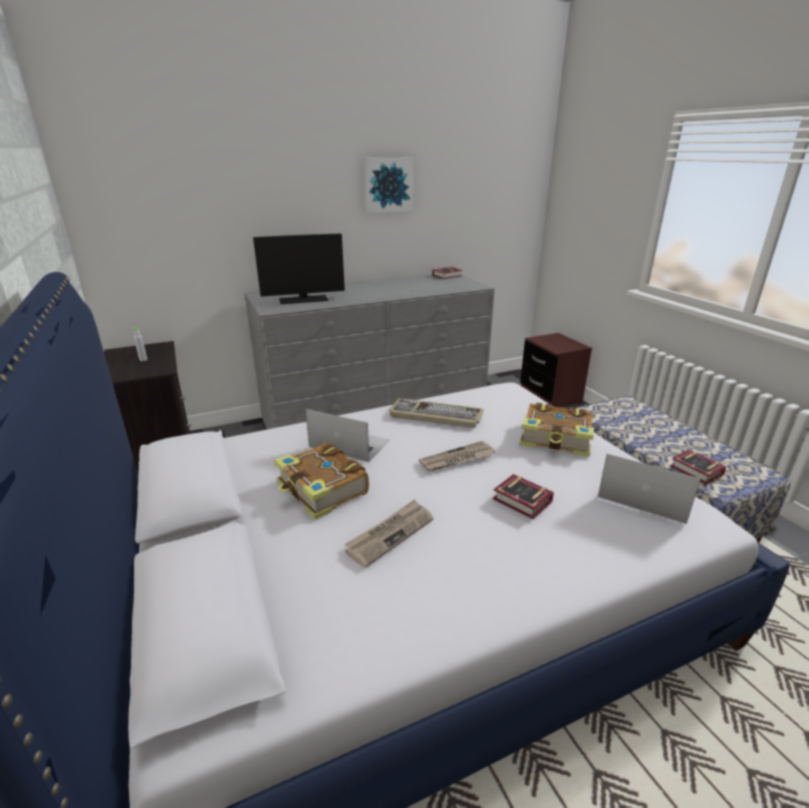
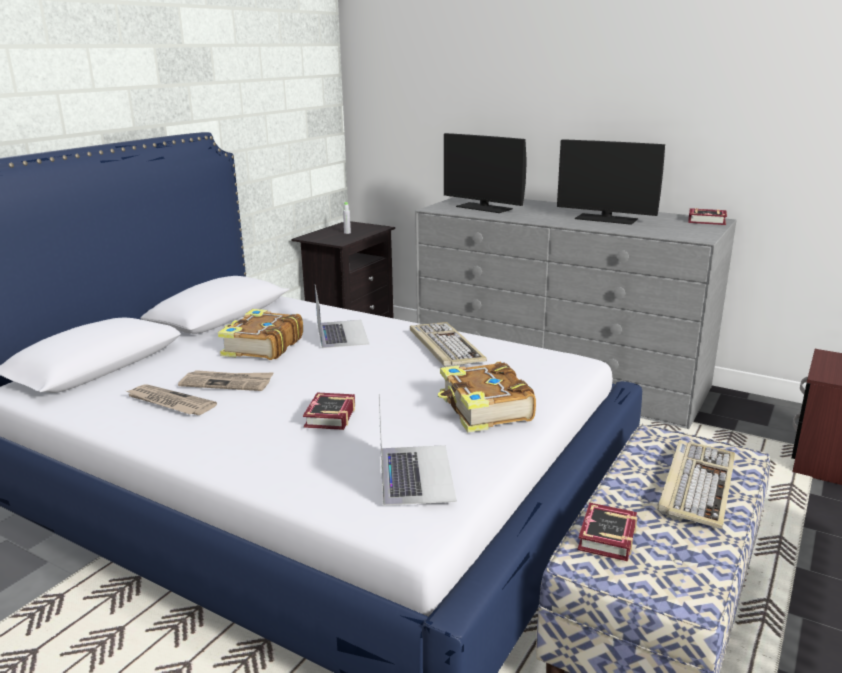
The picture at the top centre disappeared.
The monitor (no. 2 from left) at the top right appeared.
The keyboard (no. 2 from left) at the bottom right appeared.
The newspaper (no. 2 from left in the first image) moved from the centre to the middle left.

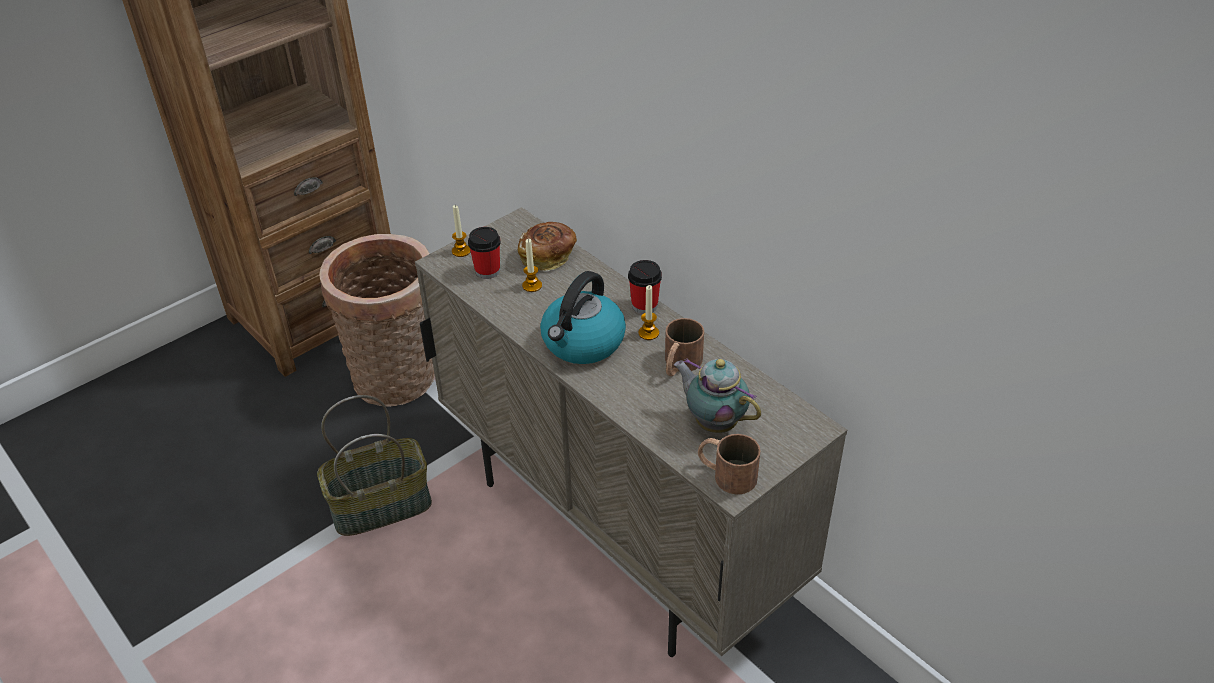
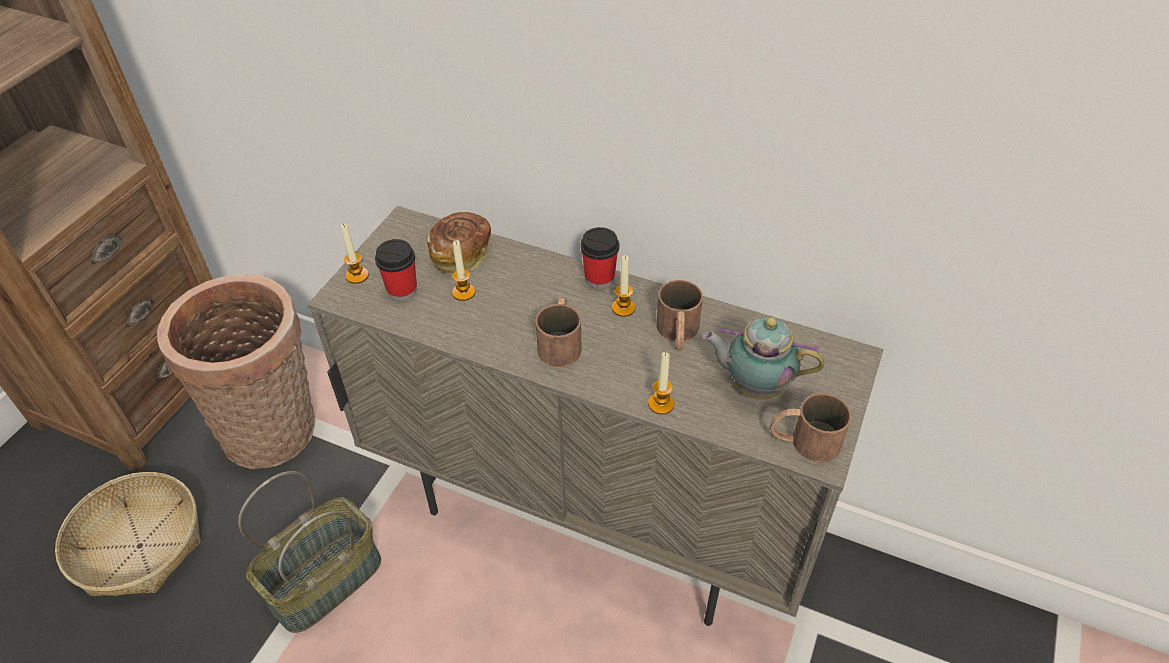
The basket (no. 1 from left) at the bottom left appeared.
The candle (no. 4 from left) at the centre appeared.
The kettle at the centre was replaced by the brown mug (no. 1 from left) at the centre.

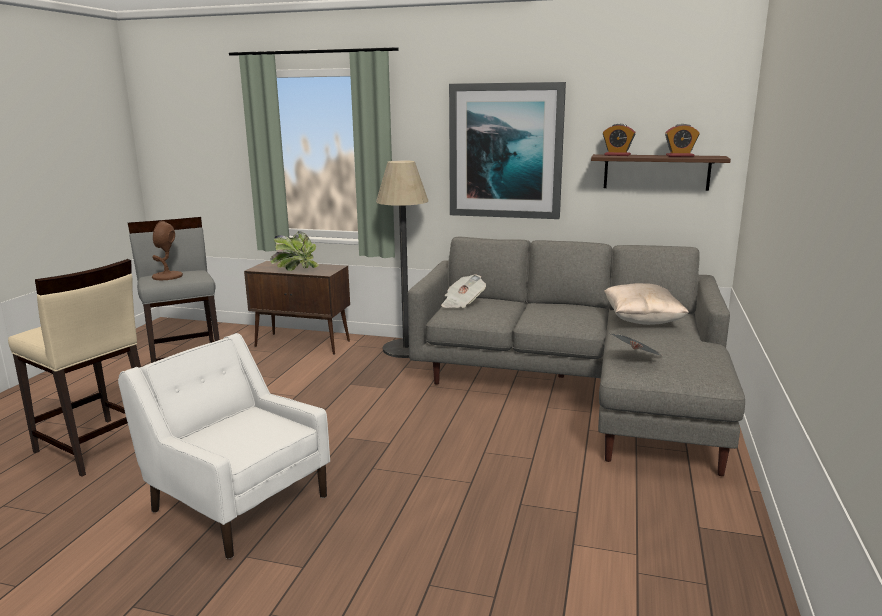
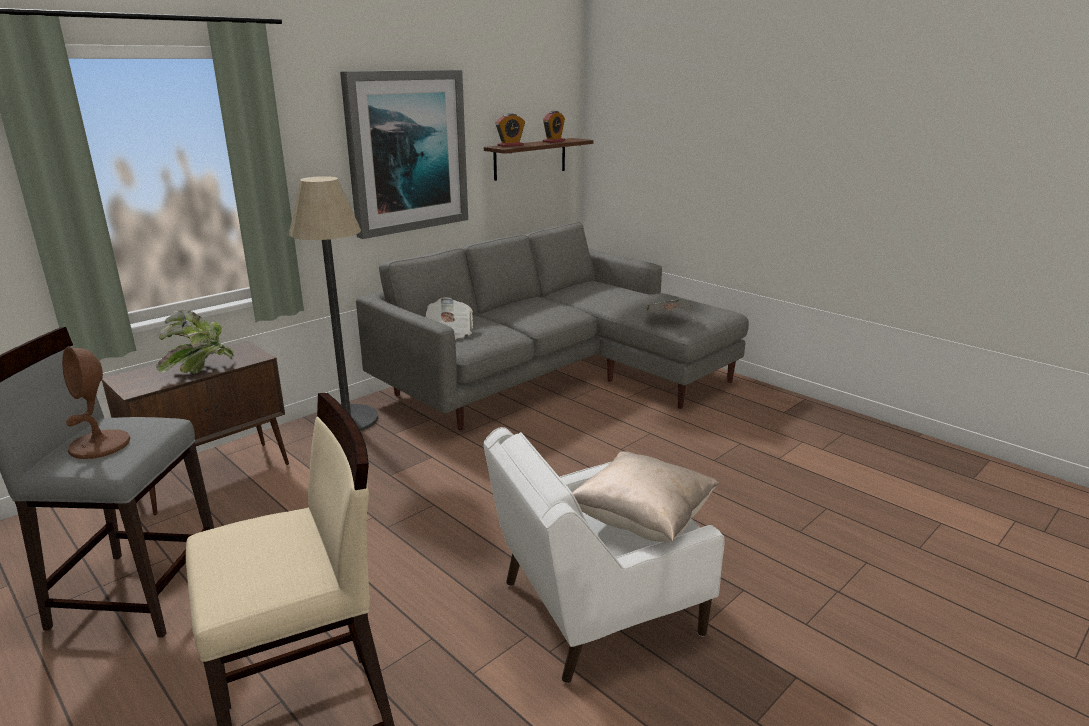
The beige pillow moved from the middle right to the bottom centre.

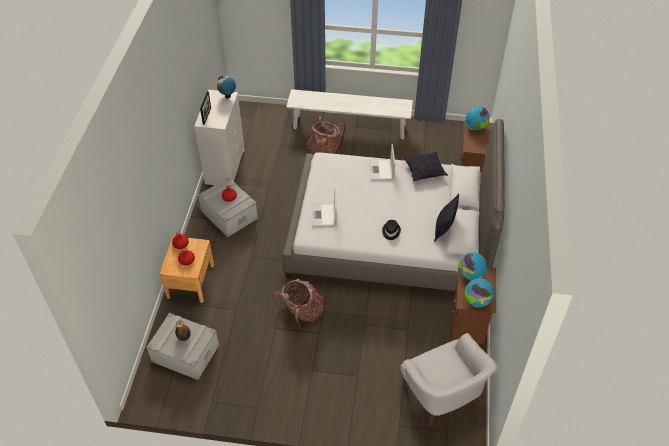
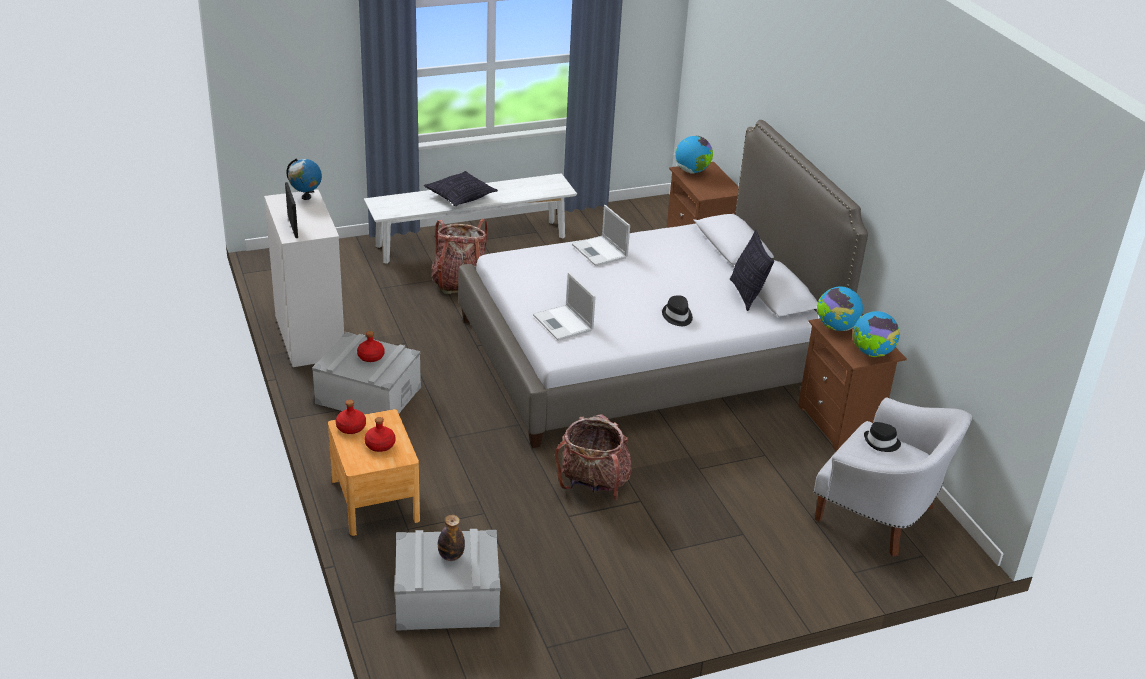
The black hat (no. 2 from left) at the middle right appeared.
The pillow (no. 1 from left) moved from the centre to the top centre.

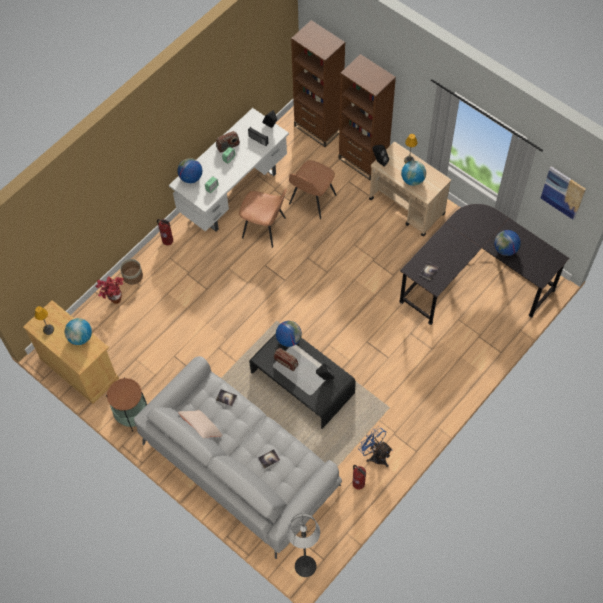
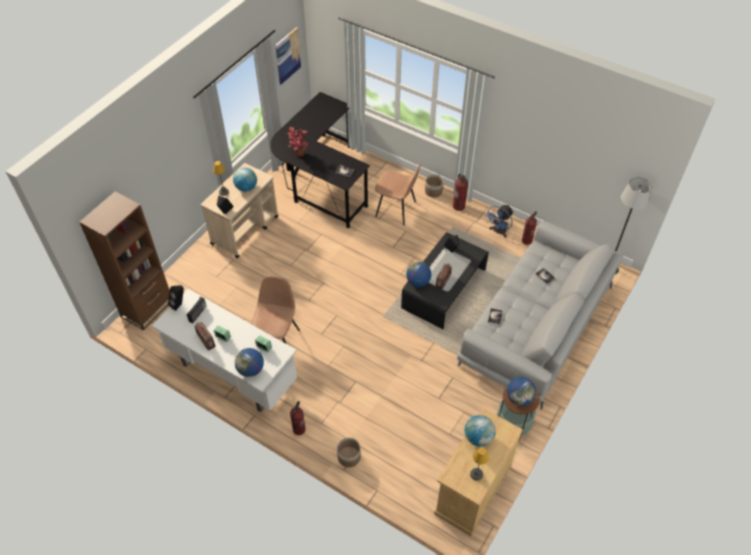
The beige pillow at the bottom left disappeared.
The brown bookcase (no. 2 from left) at the top centre disappeared.
The planter (no. 2 from left) at the centre appeared.
The fire extinguisher (no. 2 from left) at the centre appeared.
The potted plant moved from the middle left to the top centre.
The brown chair (no. 2 from left) moved from the top centre to the centre.
The globe (no. 5 from left) moved from the middle right to the bottom right.

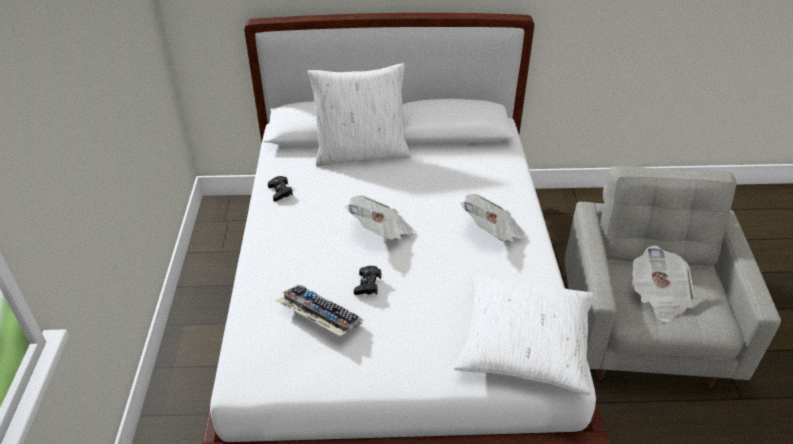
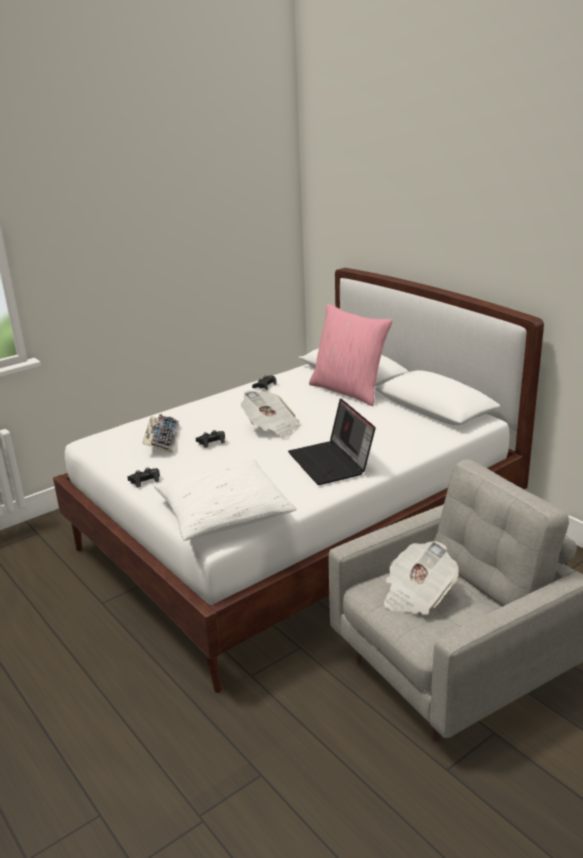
The black game controller (no. 1 from left) at the middle left appeared.
The newspaper (no. 2 from left) at the centre was replaced by the laptop at the centre.
The white pillow (no. 1 from left) at the top centre became the pink pillow at the centre.

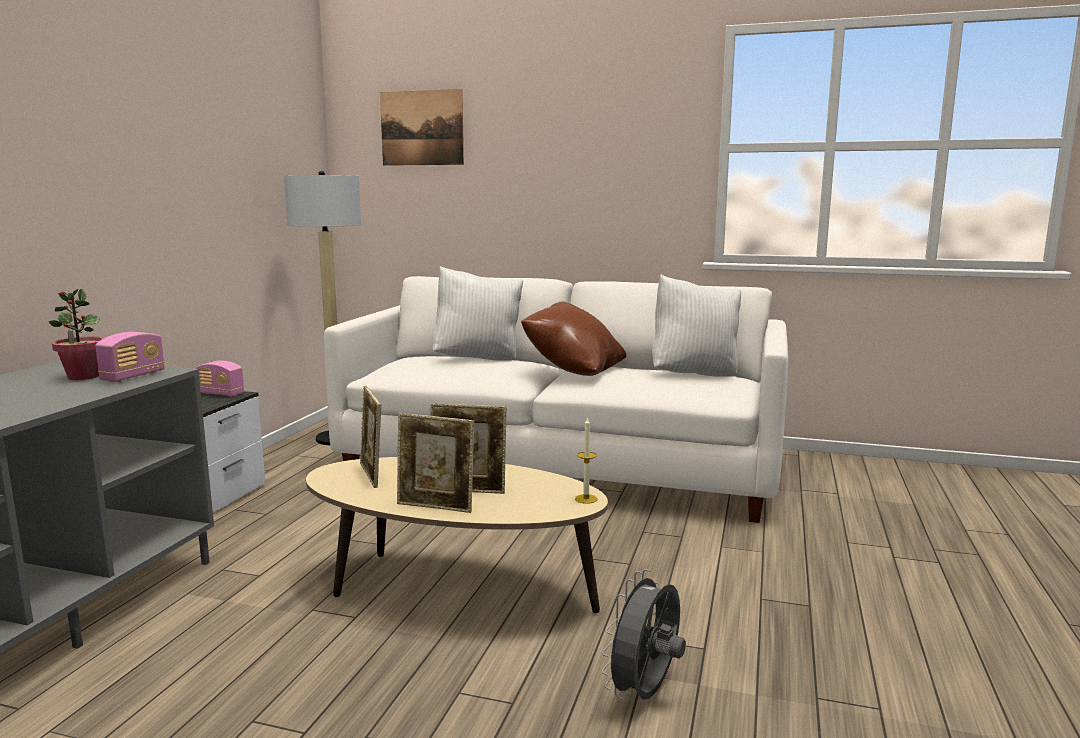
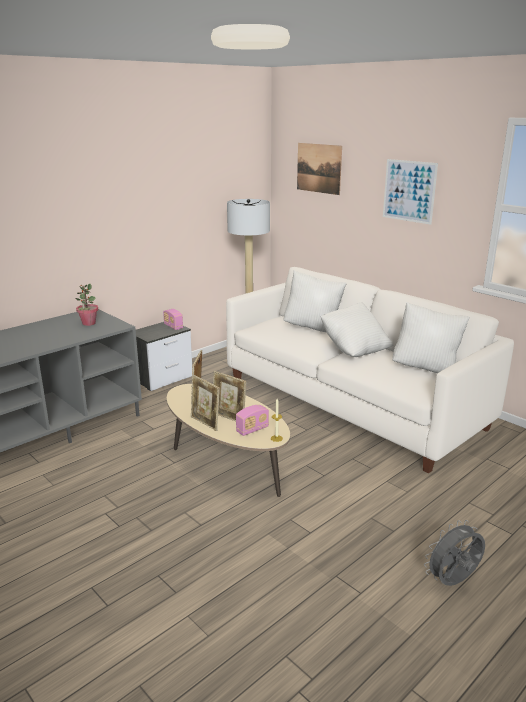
The picture (no. 2 from left) at the top right appeared.
The radio (no. 1 from left in the first image) moved from the middle left to the centre.
The grey fan moved from the bottom centre to the bottom right.
The brown pillow at the centre became the white pillow (no. 2 from left) at the middle right.

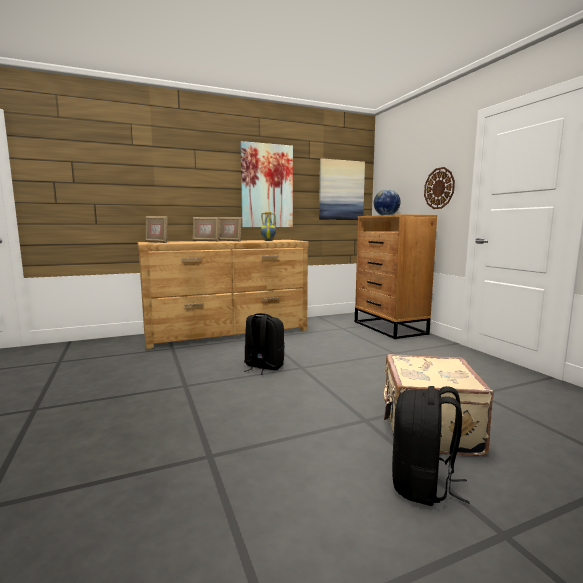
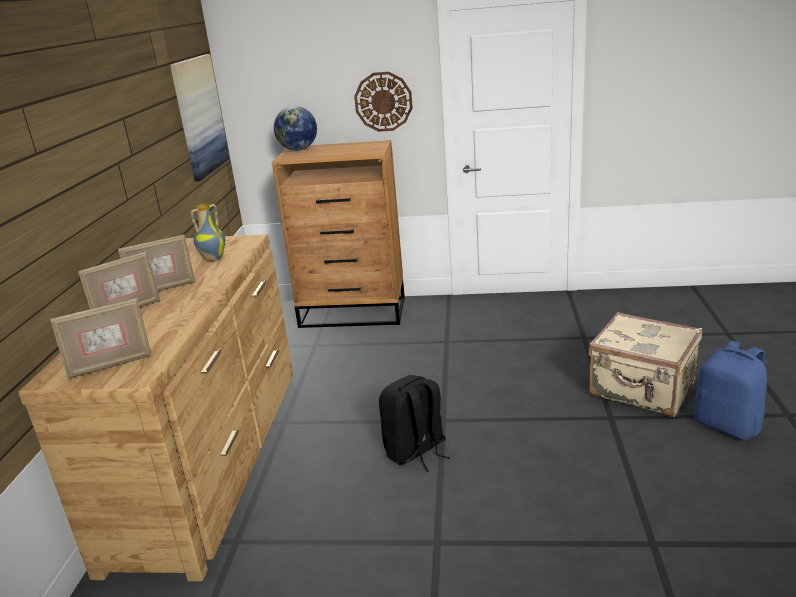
The picture (no. 1 from left) at the top centre disappeared.
The black backpack (no. 2 from left) at the bottom right became the blue backpack at the middle right.

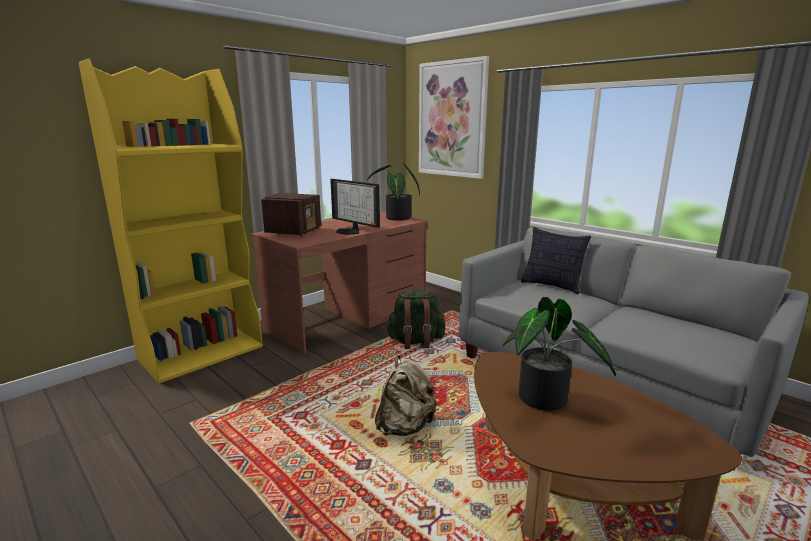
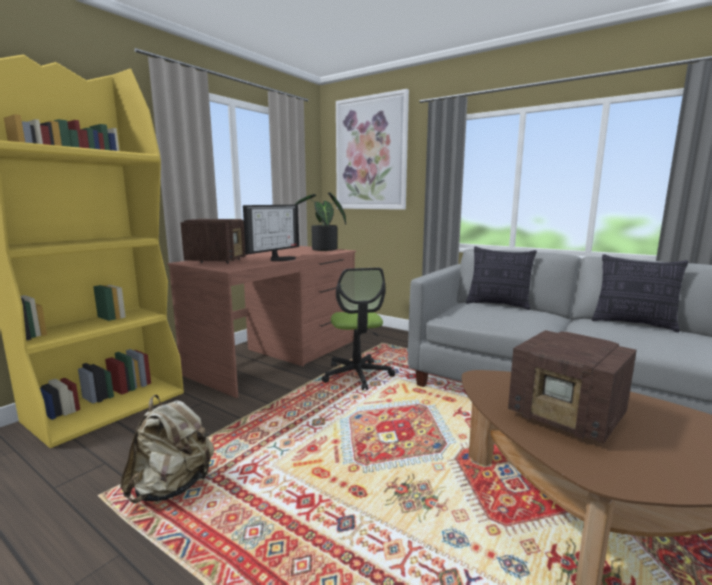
The pillow (no. 2 from left) at the middle right appeared.
The beige backpack moved from the bottom centre to the bottom left.
The green backpack at the centre was replaced by the office chair at the centre.
The potted plant (no. 2 from left) at the middle right was replaced by the radio (no. 2 from left) at the middle right.
The monitor at the centre turned 90 degrees counterclockwise.

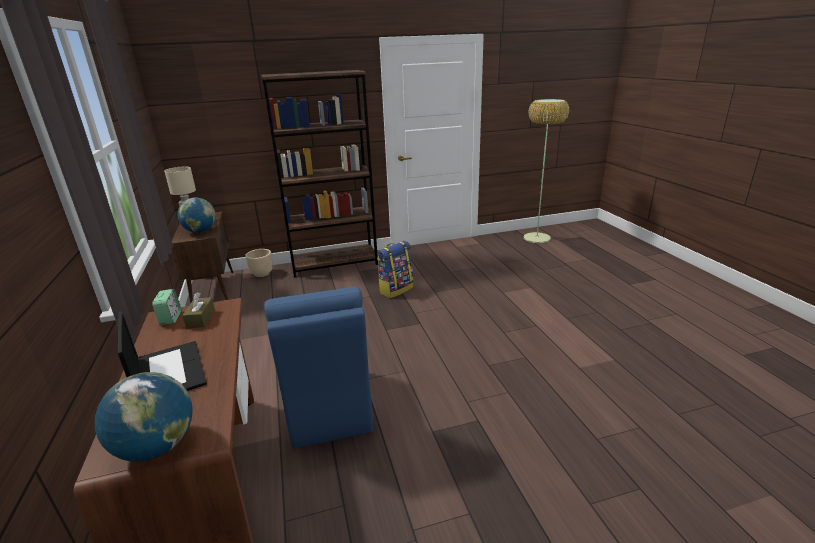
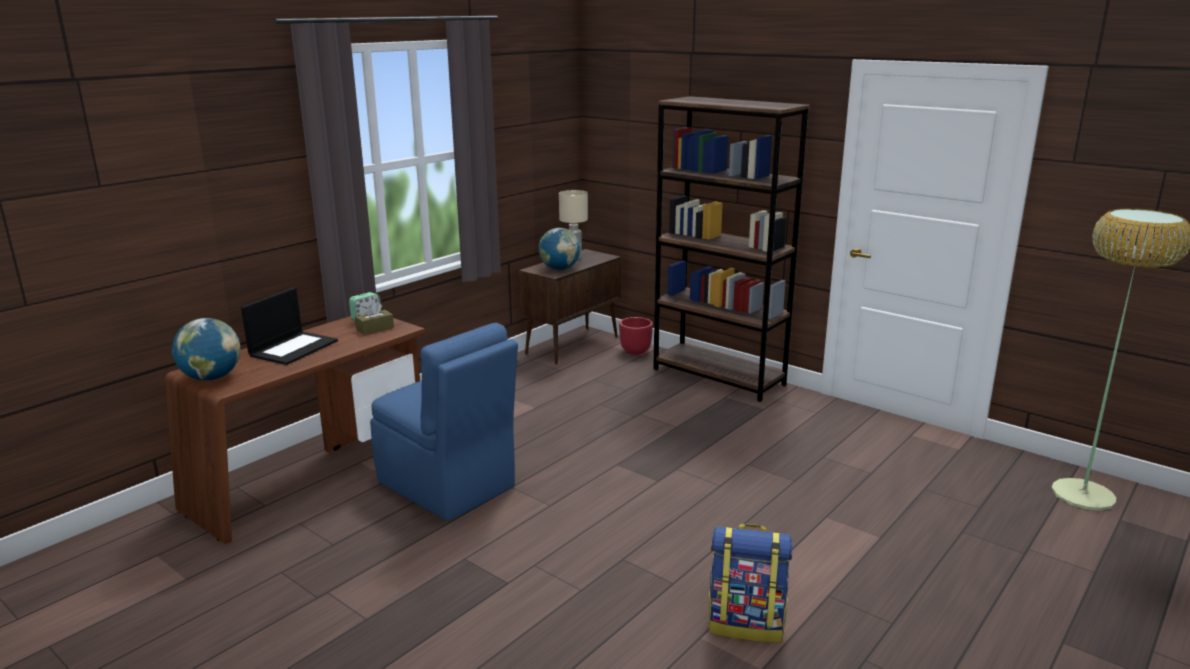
The backpack moved from the centre to the bottom centre.
The beige planter at the middle left became the red planter at the centre.
The blue chair at the bottom centre turned 90 degrees counterclockwise.

